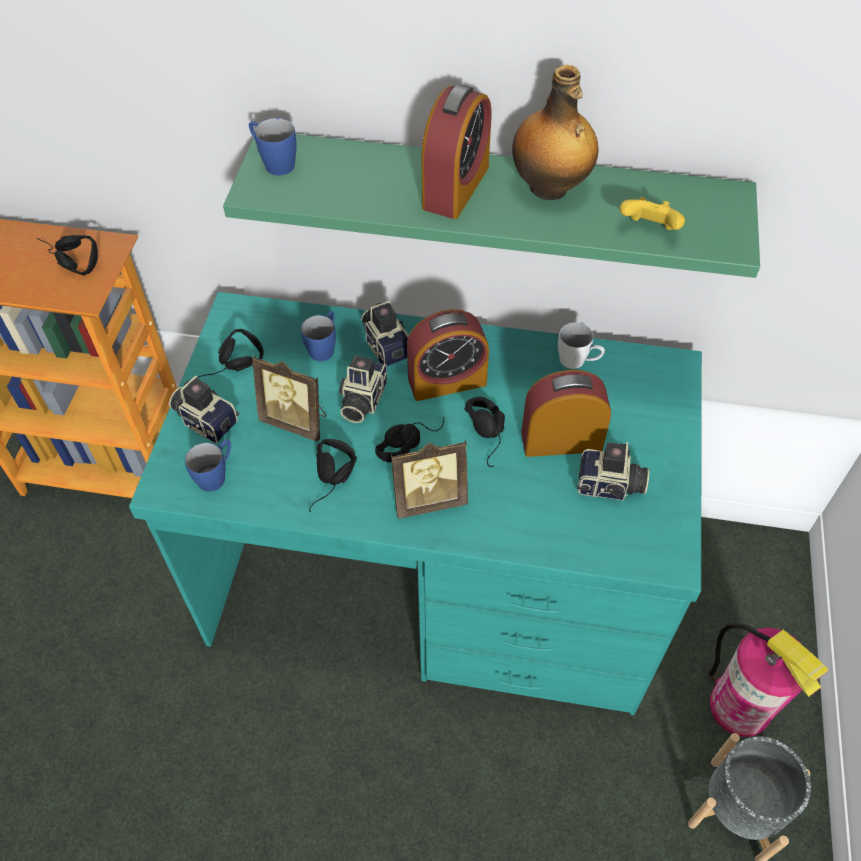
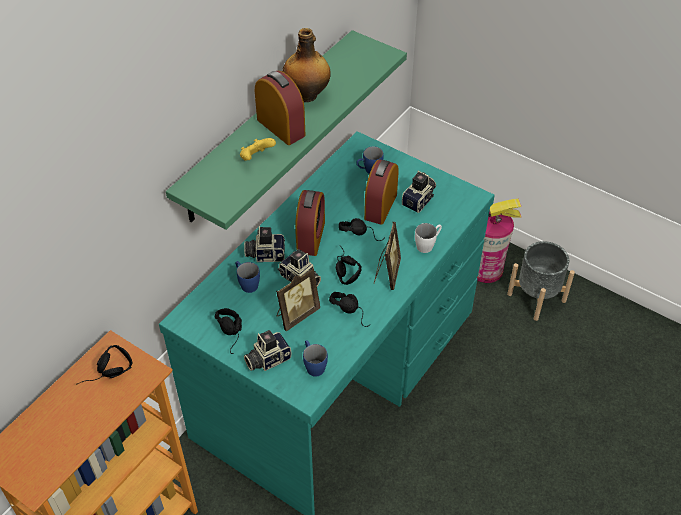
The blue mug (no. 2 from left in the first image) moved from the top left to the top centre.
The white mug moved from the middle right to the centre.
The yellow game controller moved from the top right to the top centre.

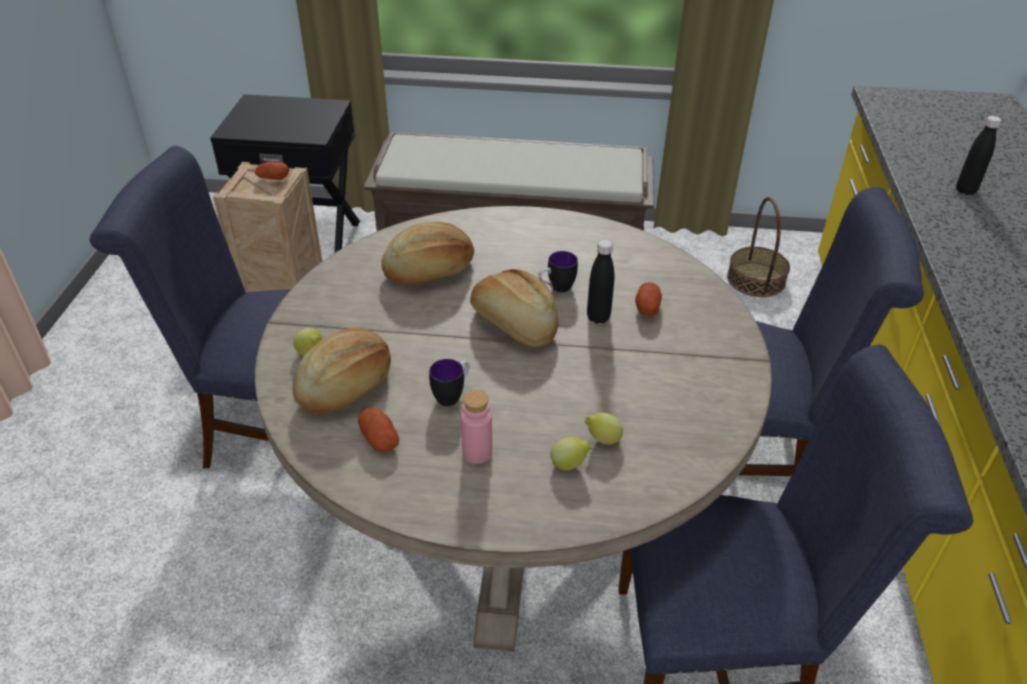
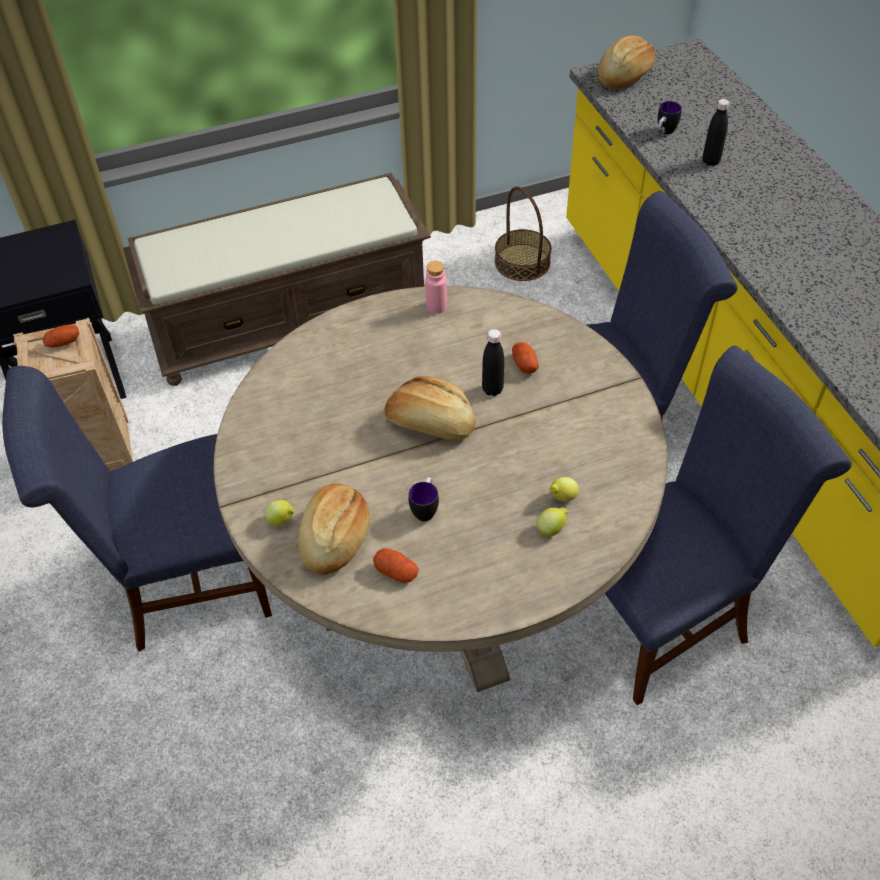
The bread (no. 2 from left in the first image) moved from the centre to the top right.
The pink bottle moved from the centre to the top centre.
The mug (no. 2 from left) moved from the centre to the top right.

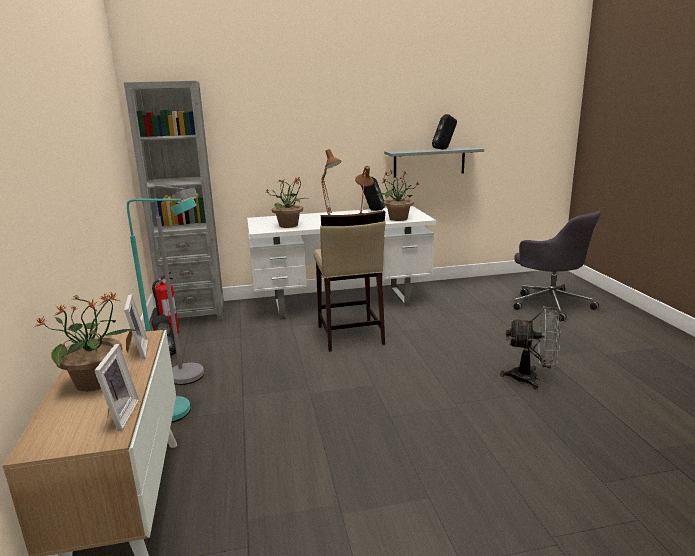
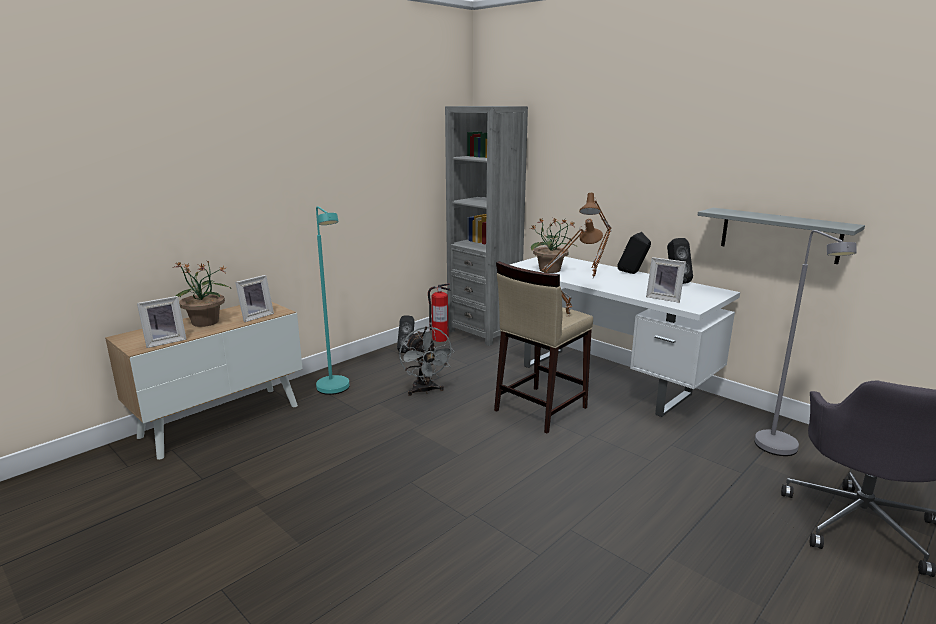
The grey floor lamp moved from the middle left to the middle right.
The black speaker (no. 3 from left in the first image) moved from the top centre to the middle right.
The grey fan moved from the middle right to the centre.
The potted plant (no. 3 from left) at the centre was replaced by the picture frame (no. 3 from left) at the middle right.

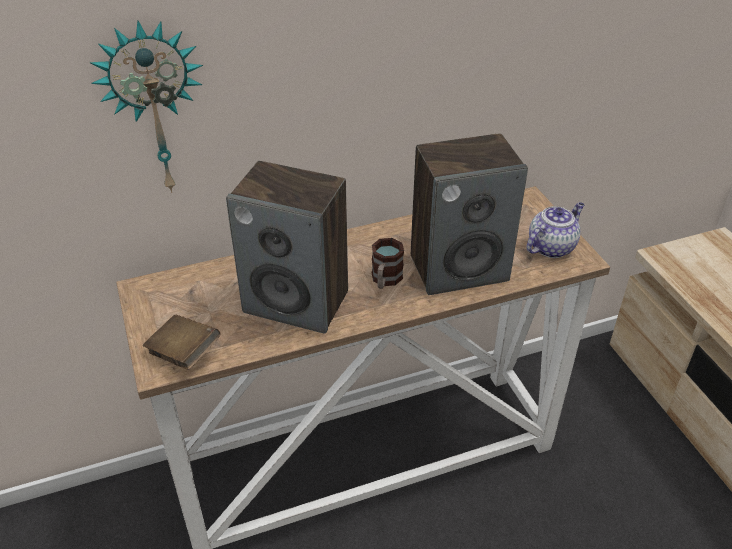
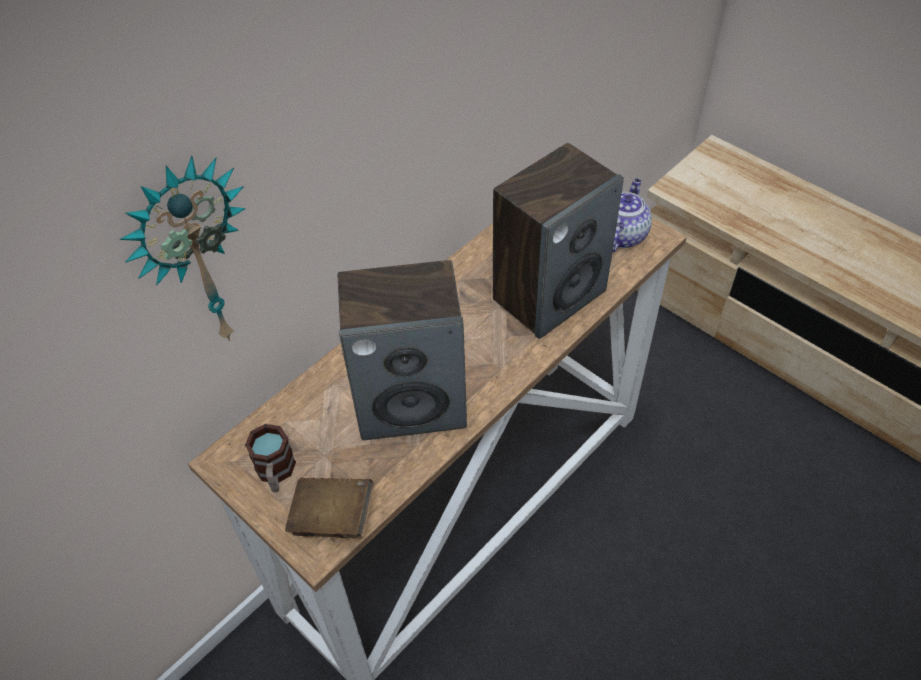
The mug moved from the centre to the bottom left.

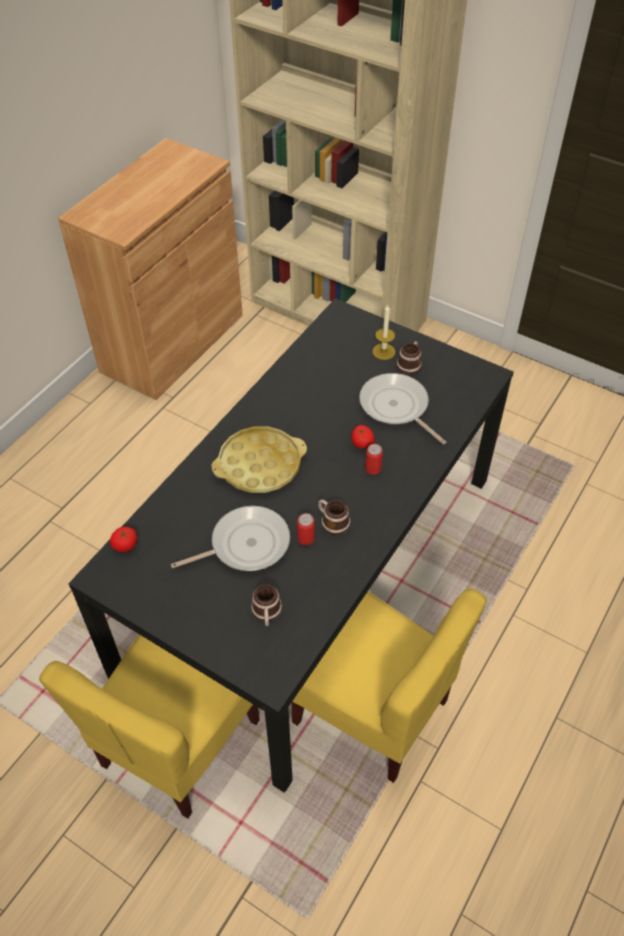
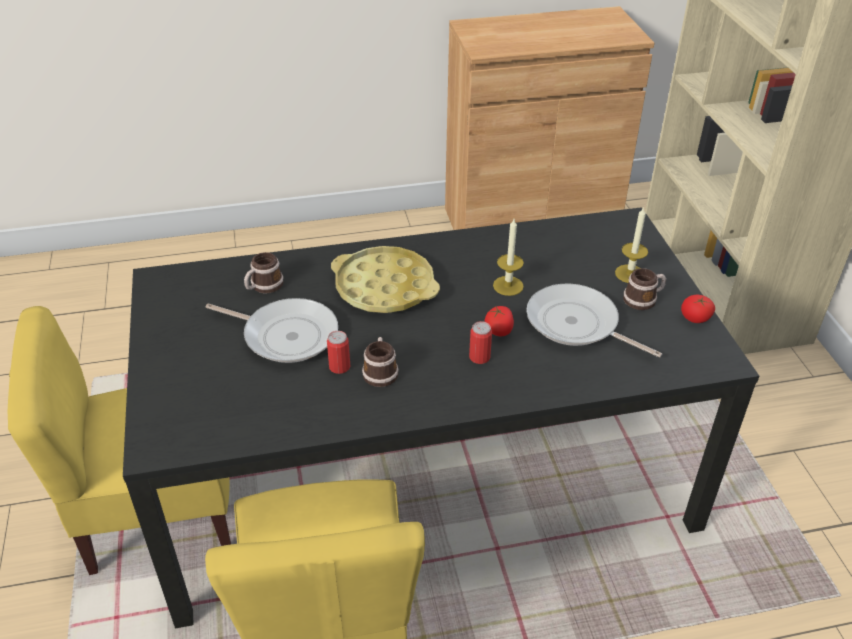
The candle (no. 1 from left) at the centre appeared.
The tomato (no. 1 from left in the first image) moved from the middle left to the middle right.
The mug (no. 1 from left) moved from the centre to the middle left.
The frying pan (no. 2 from left) at the centre turned 60 degrees counterclockwise.

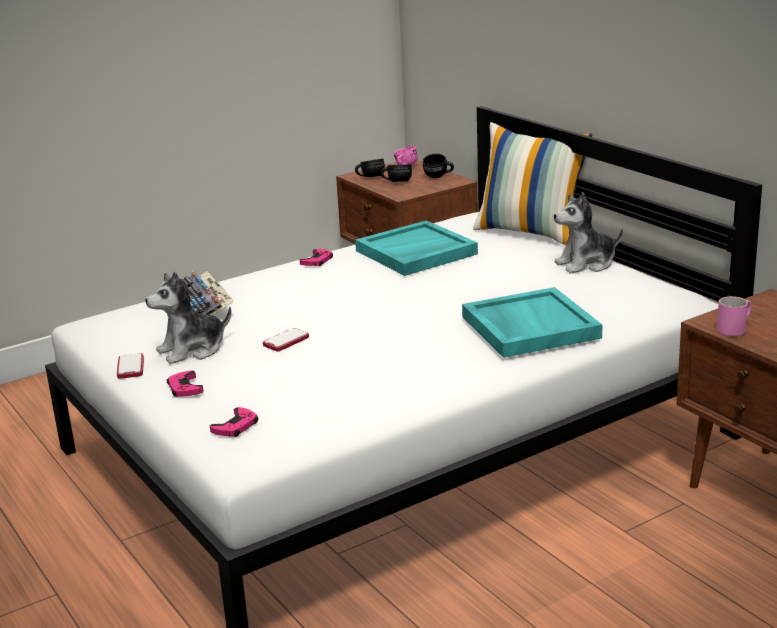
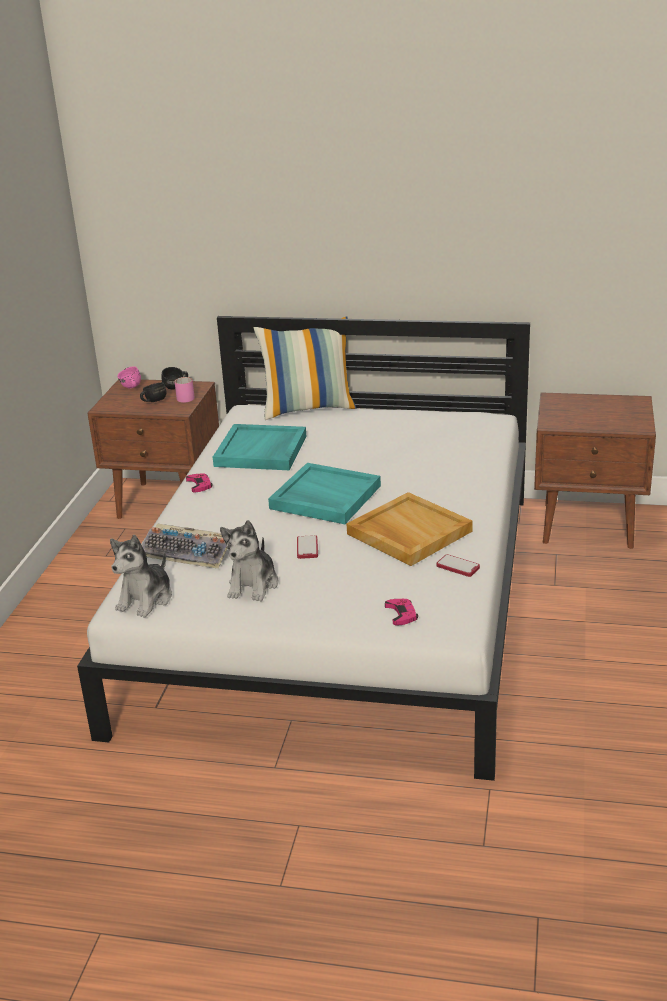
The pink game controller (no. 1 from left) at the middle left disappeared.
The black mug (no. 1 from left) at the top centre disappeared.
The beige tray at the centre appeared.
The phone (no. 1 from left in the first image) moved from the middle left to the middle right.
The turquoise tray (no. 2 from left) moved from the middle right to the centre.
The plush toy (no. 2 from left in the first image) moved from the middle right to the middle left.
The pink mug (no. 2 from left) moved from the middle right to the middle left.

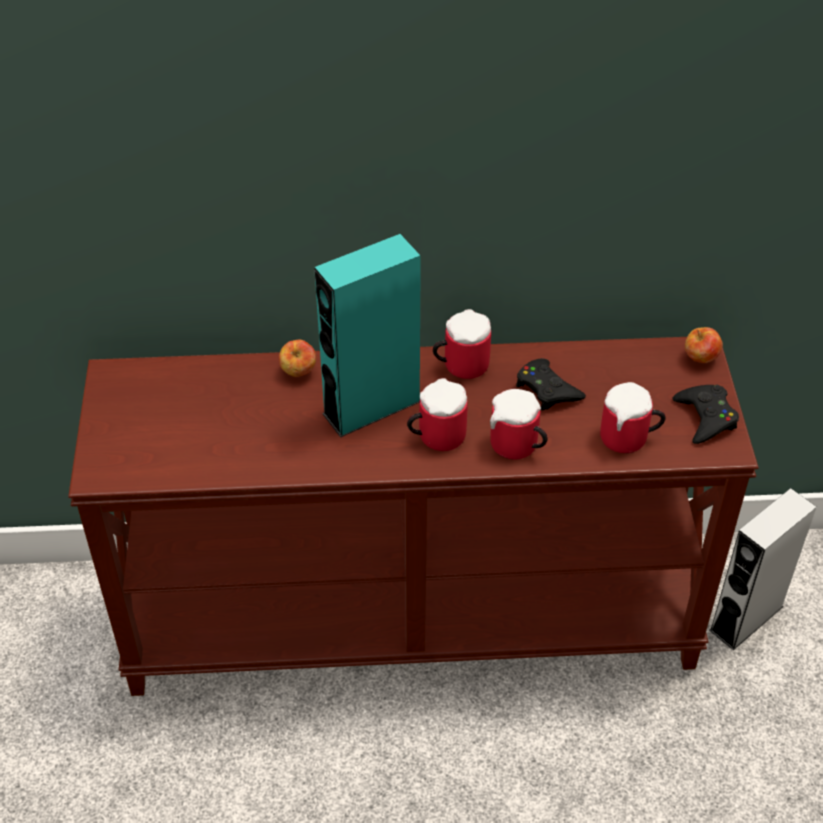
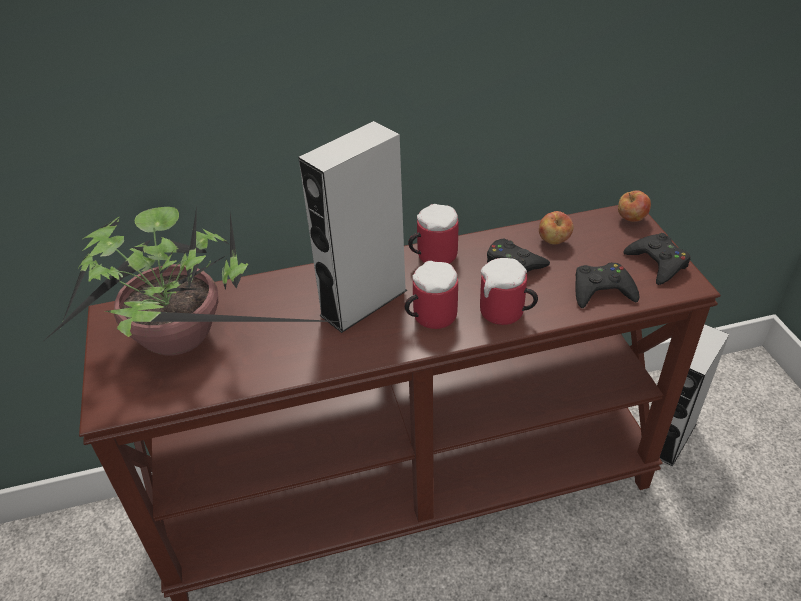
The potted plant at the middle left appeared.
The apple (no. 1 from left) moved from the centre to the middle right.
The mug (no. 4 from left) at the middle right was replaced by the black game controller (no. 2 from left) at the middle right.
The turquoise speaker at the centre became the grey speaker (no. 1 from left) at the centre.

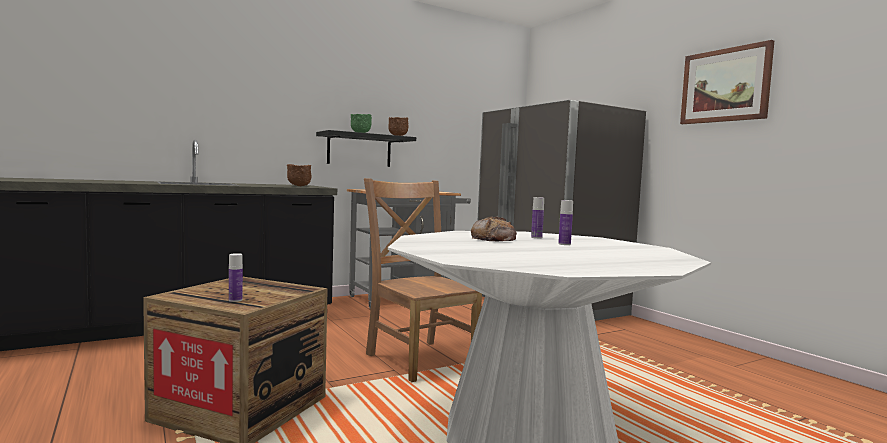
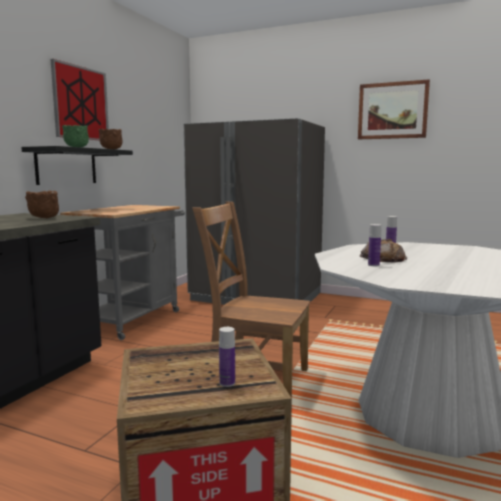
The picture (no. 1 from left) at the top left appeared.
The bottle (no. 3 from left in the first image) moved from the centre to the middle right.

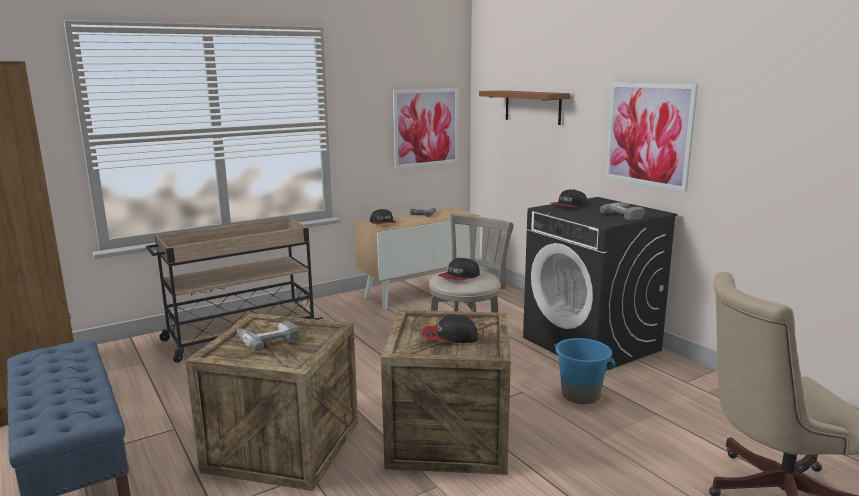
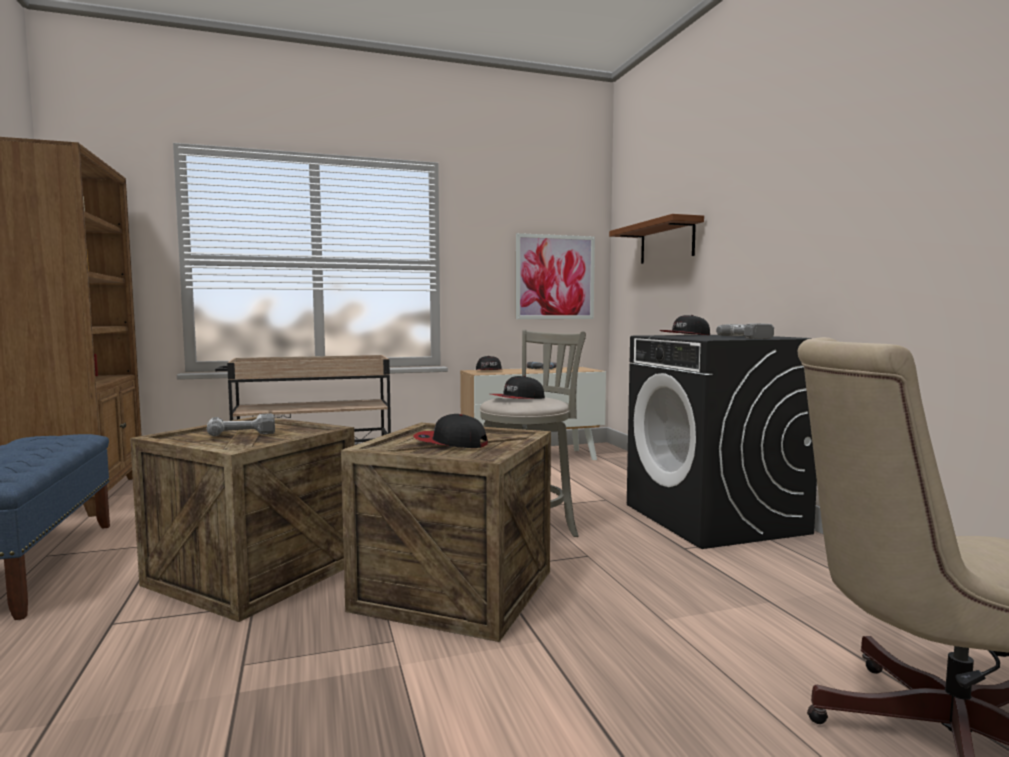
The blue bucket at the bottom right disappeared.
The picture (no. 2 from left) at the top right disappeared.

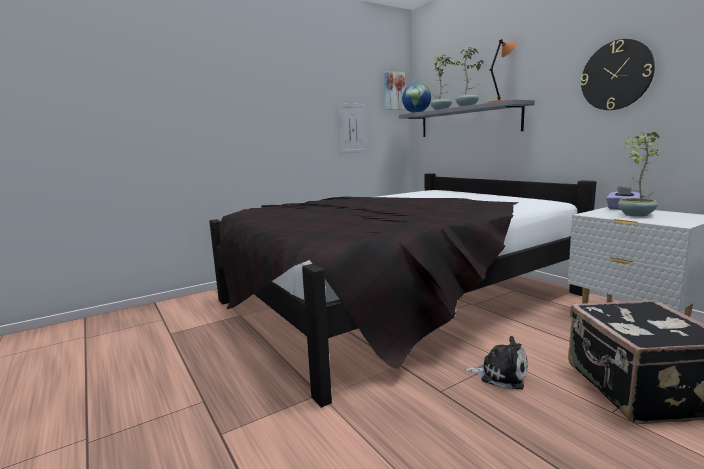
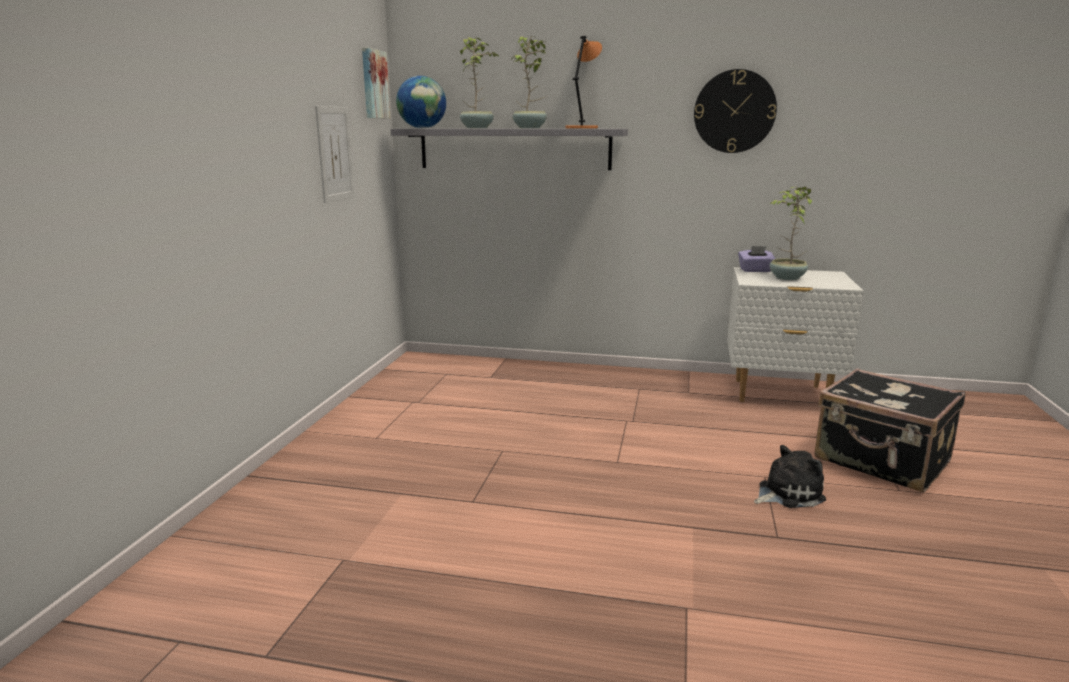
The black bed at the centre disappeared.

